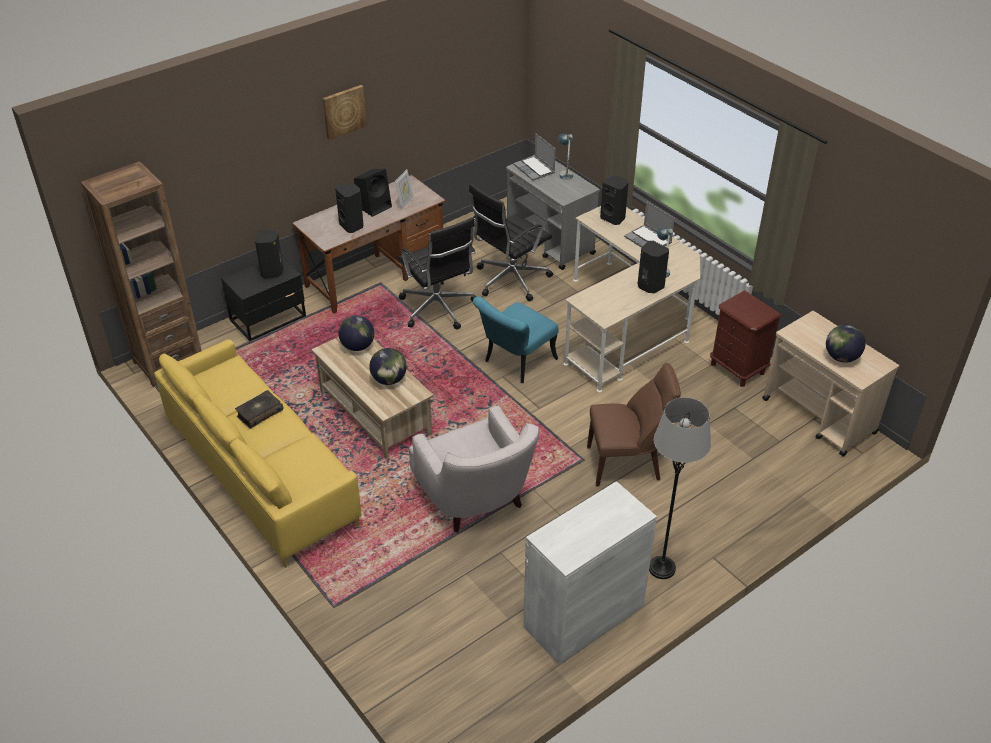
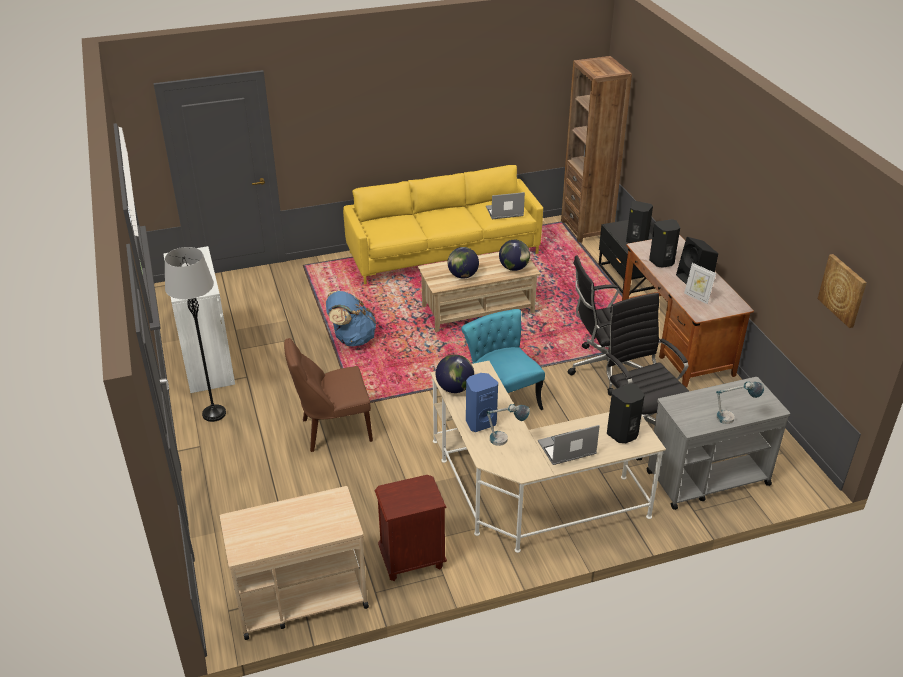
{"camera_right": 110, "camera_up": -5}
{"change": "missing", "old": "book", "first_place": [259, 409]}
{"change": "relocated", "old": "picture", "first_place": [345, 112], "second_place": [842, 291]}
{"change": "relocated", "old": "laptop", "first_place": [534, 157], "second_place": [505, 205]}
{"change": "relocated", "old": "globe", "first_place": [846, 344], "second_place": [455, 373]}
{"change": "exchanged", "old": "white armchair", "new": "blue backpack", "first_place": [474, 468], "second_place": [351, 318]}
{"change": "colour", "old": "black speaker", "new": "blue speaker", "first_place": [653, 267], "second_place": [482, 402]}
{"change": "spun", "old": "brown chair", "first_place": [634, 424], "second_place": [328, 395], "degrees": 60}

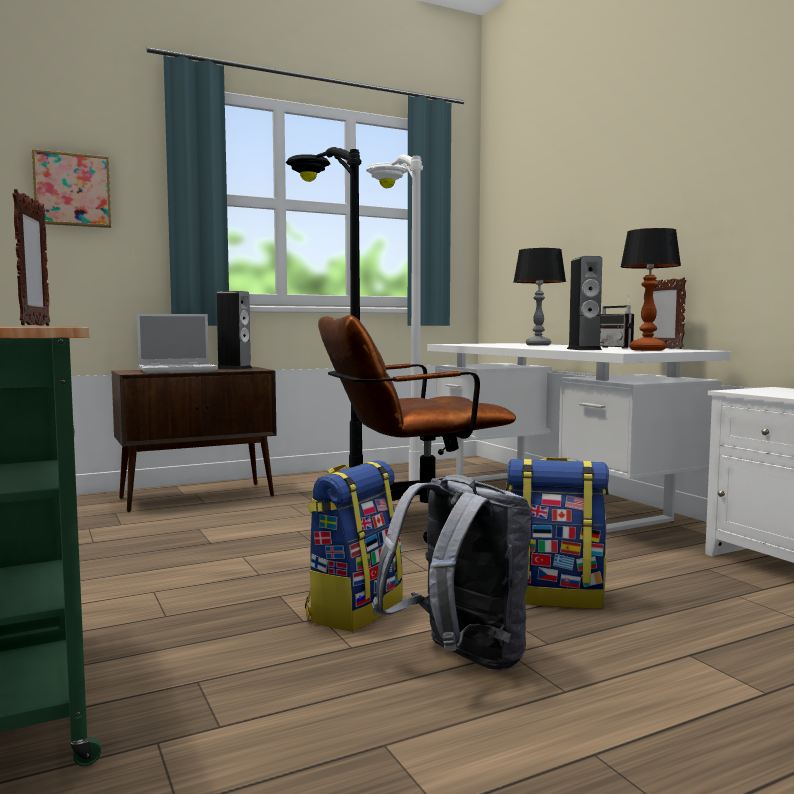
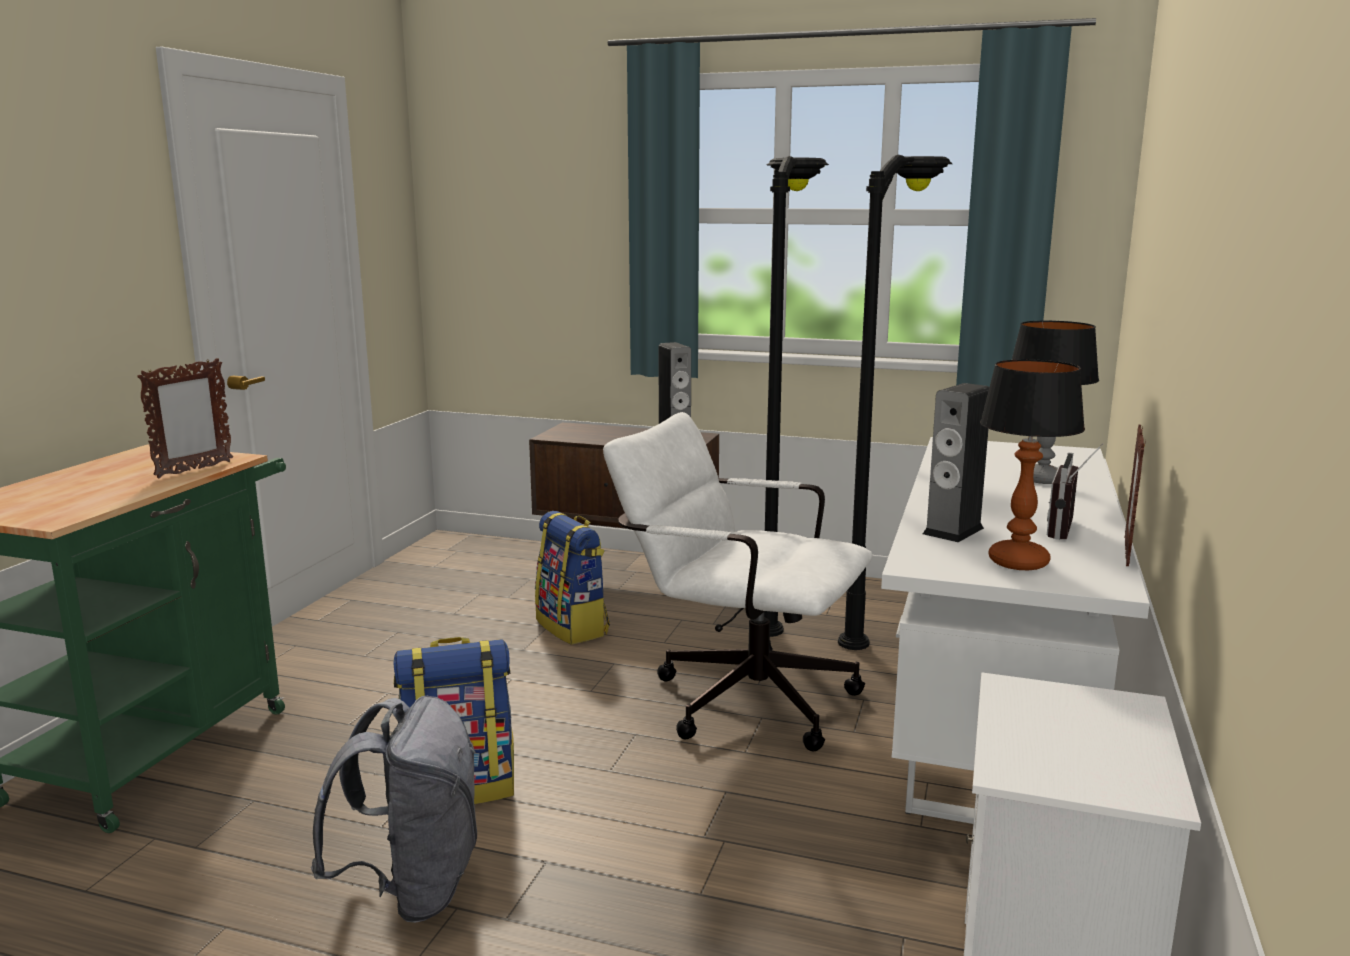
{"camera_right": 45, "camera_up": 10}
{"change": "missing", "old": "picture", "first_place": [71, 188]}
{"change": "missing", "old": "laptop", "first_place": [177, 343]}
{"change": "relocated", "old": "backpack", "first_place": [557, 533], "second_place": [572, 578]}
{"change": "colour", "old": "brown office chair", "new": "white office chair", "first_place": [417, 429], "second_place": [738, 581]}
{"change": "colour", "old": "white floor lamp", "new": "black floor lamp", "first_place": [394, 317], "second_place": [895, 402]}

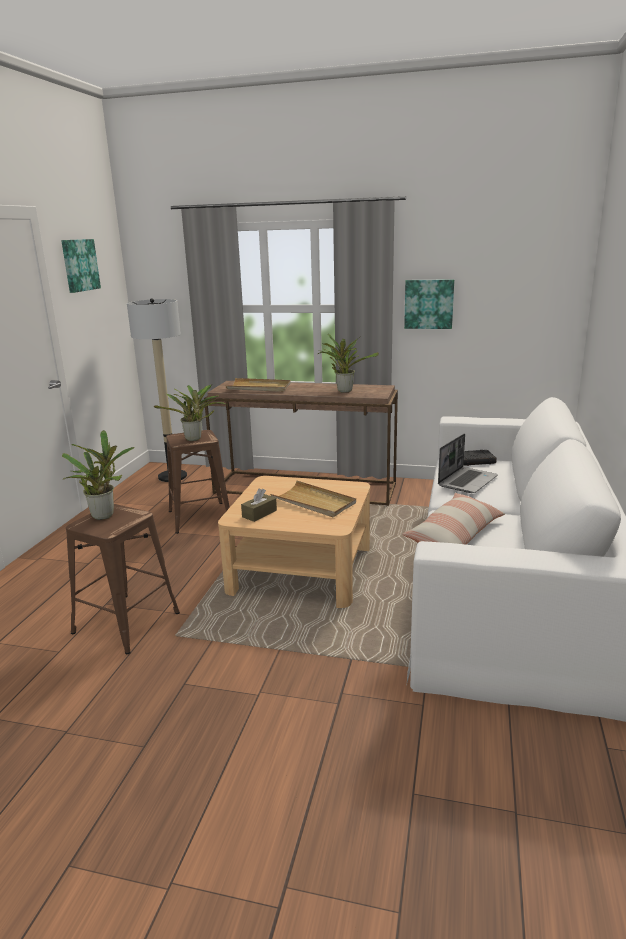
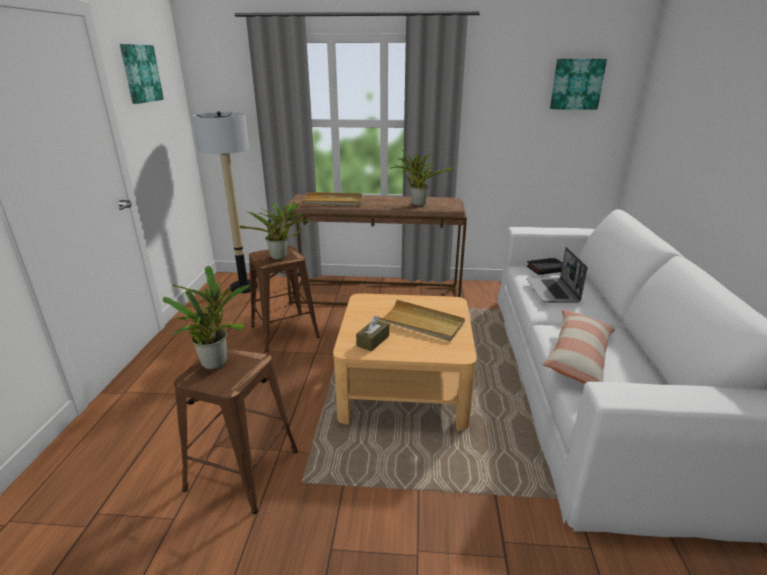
{"camera_right": -10, "camera_up": 5}
{"change": "relocated", "old": "picture", "first_place": [429, 304], "second_place": [578, 84]}
{"change": "spun", "old": "laptop", "first_place": [468, 463], "second_place": [557, 275], "degrees": 150}

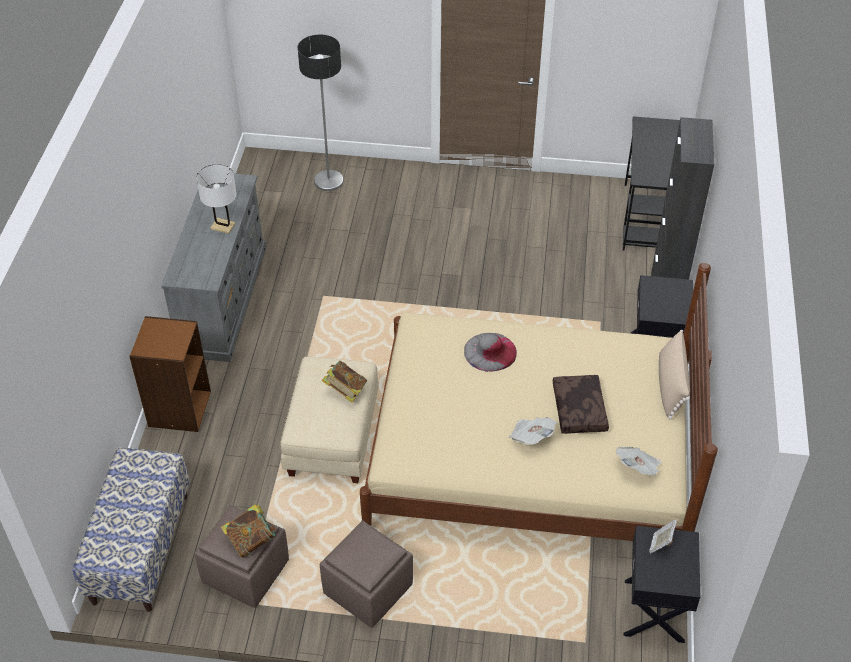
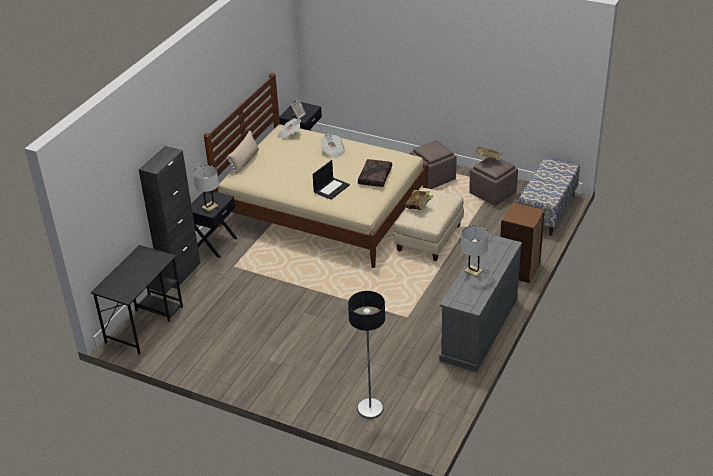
{"camera_right": -160, "camera_up": -10}
{"change": "appeared", "new": "white table lamp", "second_place": [206, 188]}
{"change": "relocated", "old": "brown pillow", "first_place": [581, 404], "second_place": [375, 173]}
{"change": "exchanged", "old": "grey hat", "new": "laptop", "first_place": [490, 352], "second_place": [331, 180]}

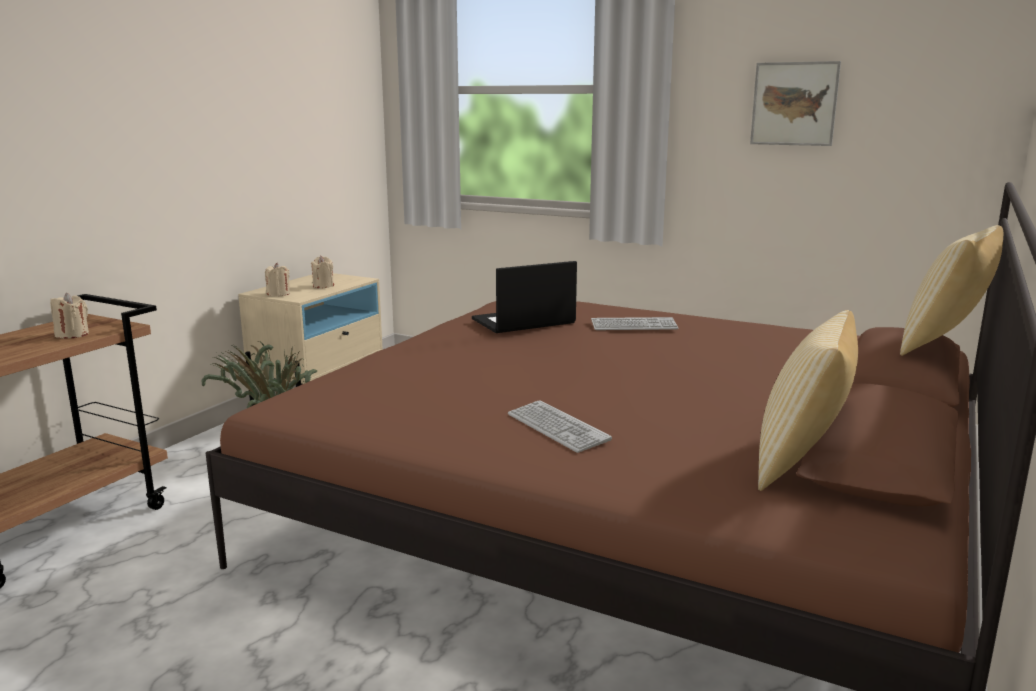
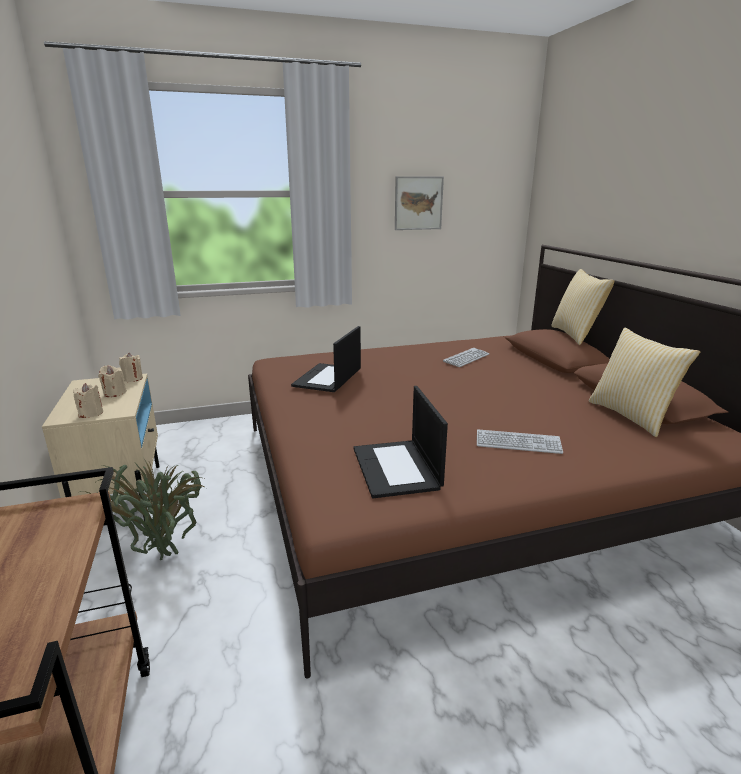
{"camera_right": -45, "camera_up": 5}
{"change": "appeared", "new": "laptop", "second_place": [400, 442]}
{"change": "relocated", "old": "beige candle", "first_place": [69, 315], "second_place": [131, 367]}
{"change": "relocated", "old": "keyboard", "first_place": [634, 323], "second_place": [466, 357]}

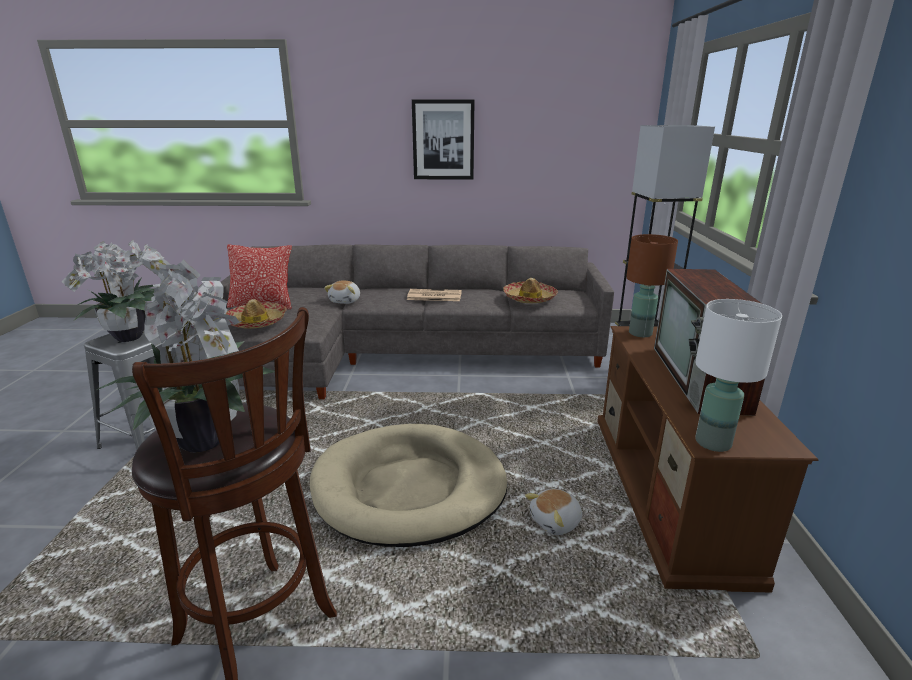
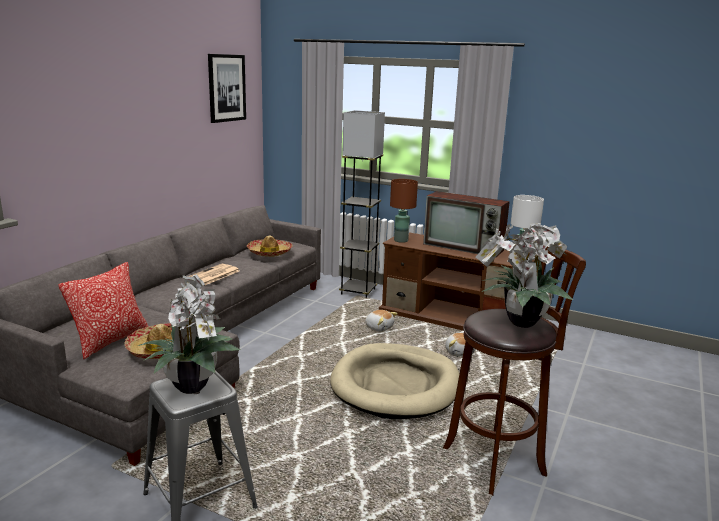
{"camera_right": -65, "camera_up": -5}
{"change": "relocated", "old": "plush toy", "first_place": [342, 292], "second_place": [381, 321]}
{"change": "relocated", "old": "picture", "first_place": [443, 140], "second_place": [227, 88]}

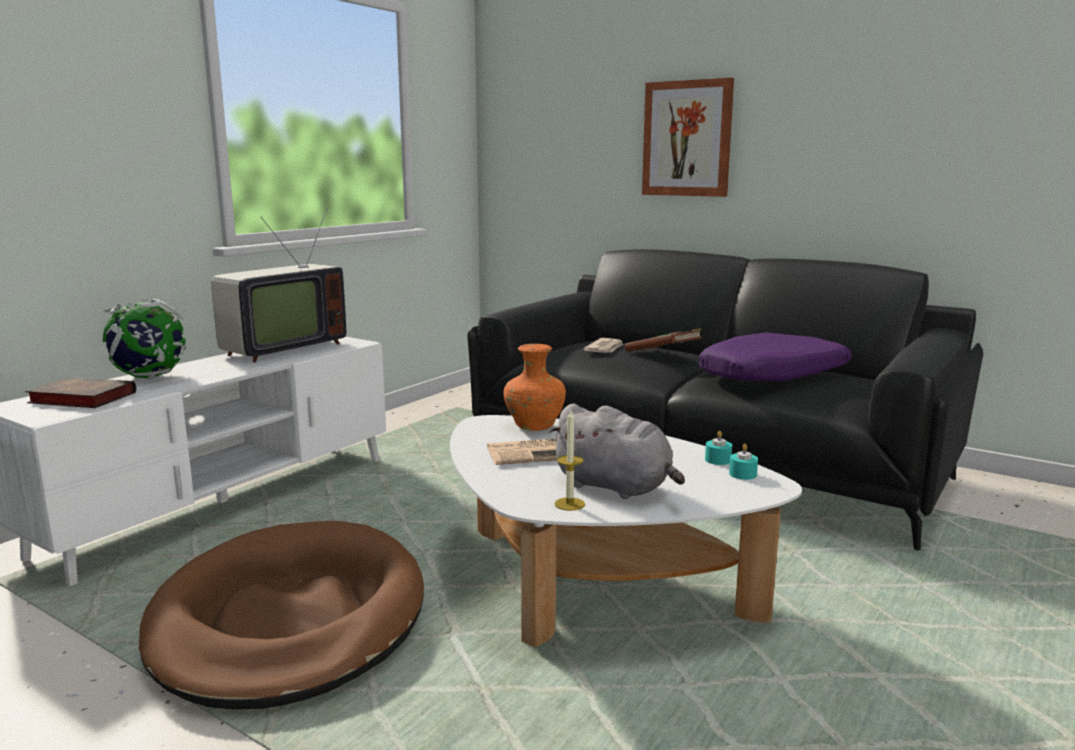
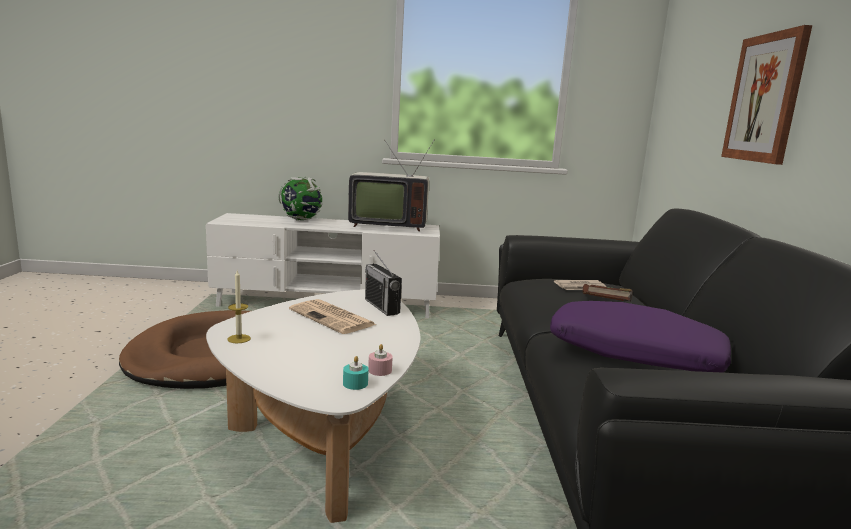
{"camera_right": 55, "camera_up": 0}
{"change": "missing", "old": "book", "first_place": [80, 392]}
{"change": "missing", "old": "grey plush toy", "first_place": [617, 451]}
{"change": "exchanged", "old": "orange vase", "new": "radio", "first_place": [535, 387], "second_place": [383, 283]}
{"change": "colour", "old": "turquoise candle", "new": "pink candle", "first_place": [718, 448], "second_place": [380, 360]}

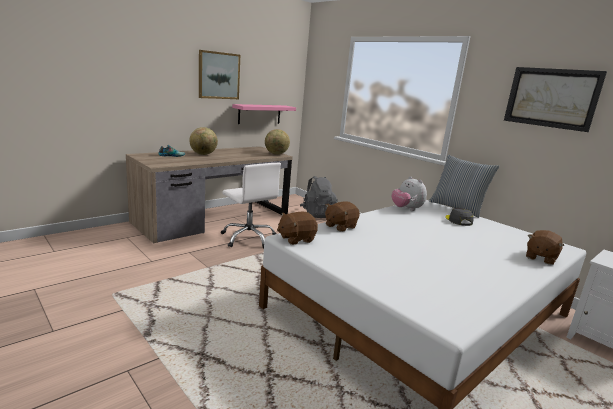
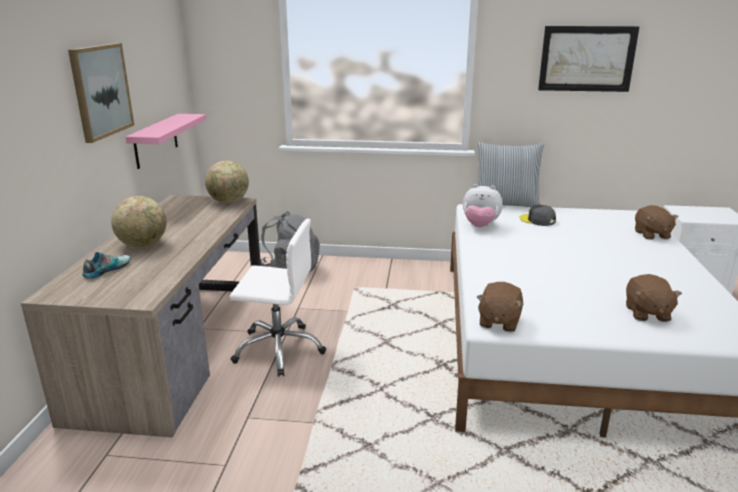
{"camera_right": -40, "camera_up": 5}
{"change": "relocated", "old": "brown plush toy", "first_place": [342, 216], "second_place": [654, 298]}

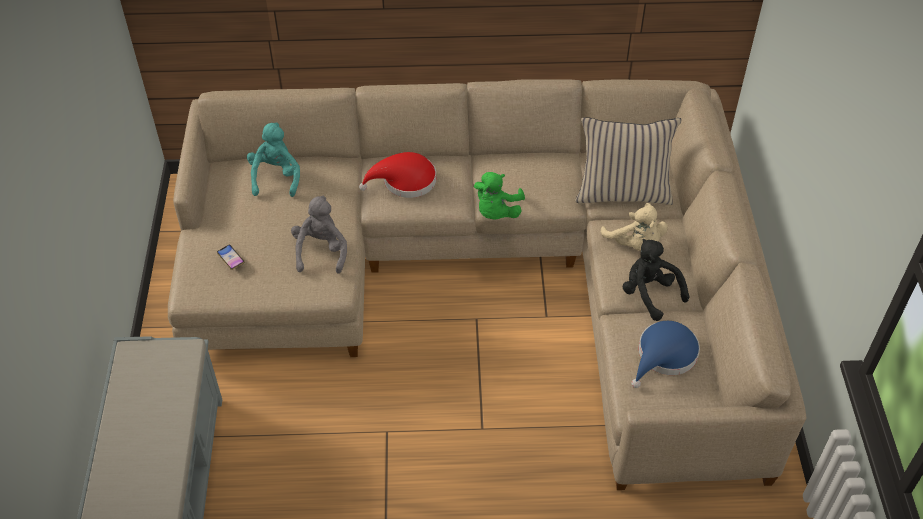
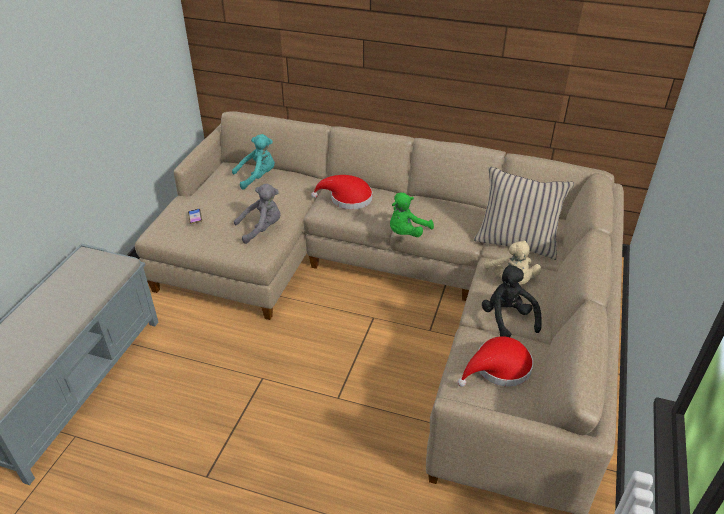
{"camera_right": 20, "camera_up": -10}
{"change": "colour", "old": "blue hat", "new": "red hat", "first_place": [665, 354], "second_place": [495, 361]}
{"change": "spun", "old": "turquoise plush toy", "first_place": [273, 159], "second_place": [253, 161], "degrees": 45}
{"change": "spun", "old": "grey plush toy", "first_place": [319, 235], "second_place": [257, 214], "degrees": 45}

